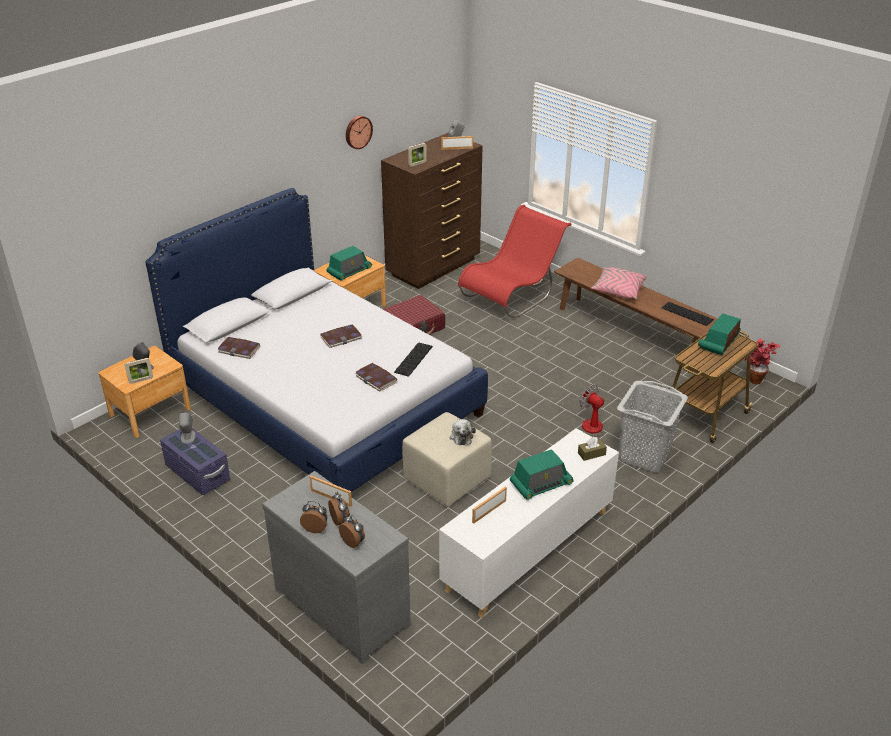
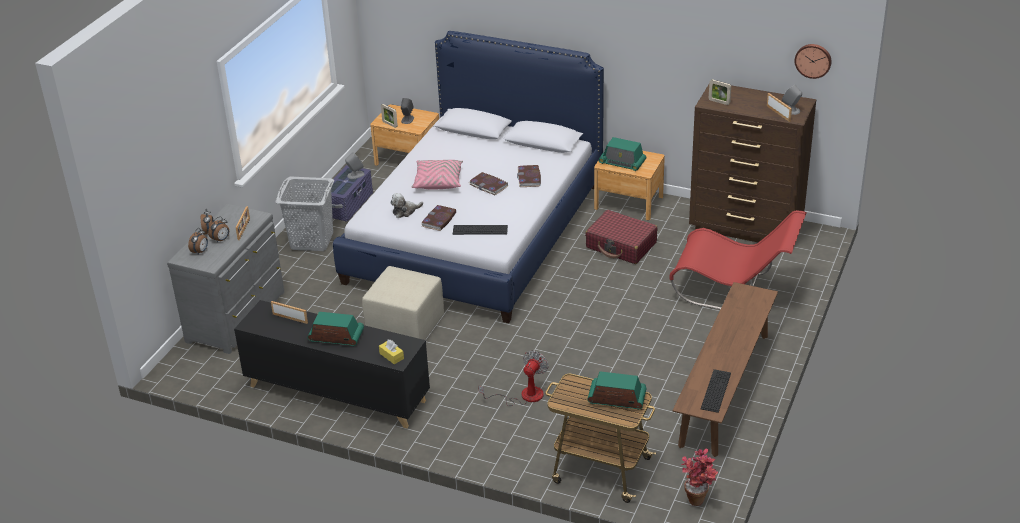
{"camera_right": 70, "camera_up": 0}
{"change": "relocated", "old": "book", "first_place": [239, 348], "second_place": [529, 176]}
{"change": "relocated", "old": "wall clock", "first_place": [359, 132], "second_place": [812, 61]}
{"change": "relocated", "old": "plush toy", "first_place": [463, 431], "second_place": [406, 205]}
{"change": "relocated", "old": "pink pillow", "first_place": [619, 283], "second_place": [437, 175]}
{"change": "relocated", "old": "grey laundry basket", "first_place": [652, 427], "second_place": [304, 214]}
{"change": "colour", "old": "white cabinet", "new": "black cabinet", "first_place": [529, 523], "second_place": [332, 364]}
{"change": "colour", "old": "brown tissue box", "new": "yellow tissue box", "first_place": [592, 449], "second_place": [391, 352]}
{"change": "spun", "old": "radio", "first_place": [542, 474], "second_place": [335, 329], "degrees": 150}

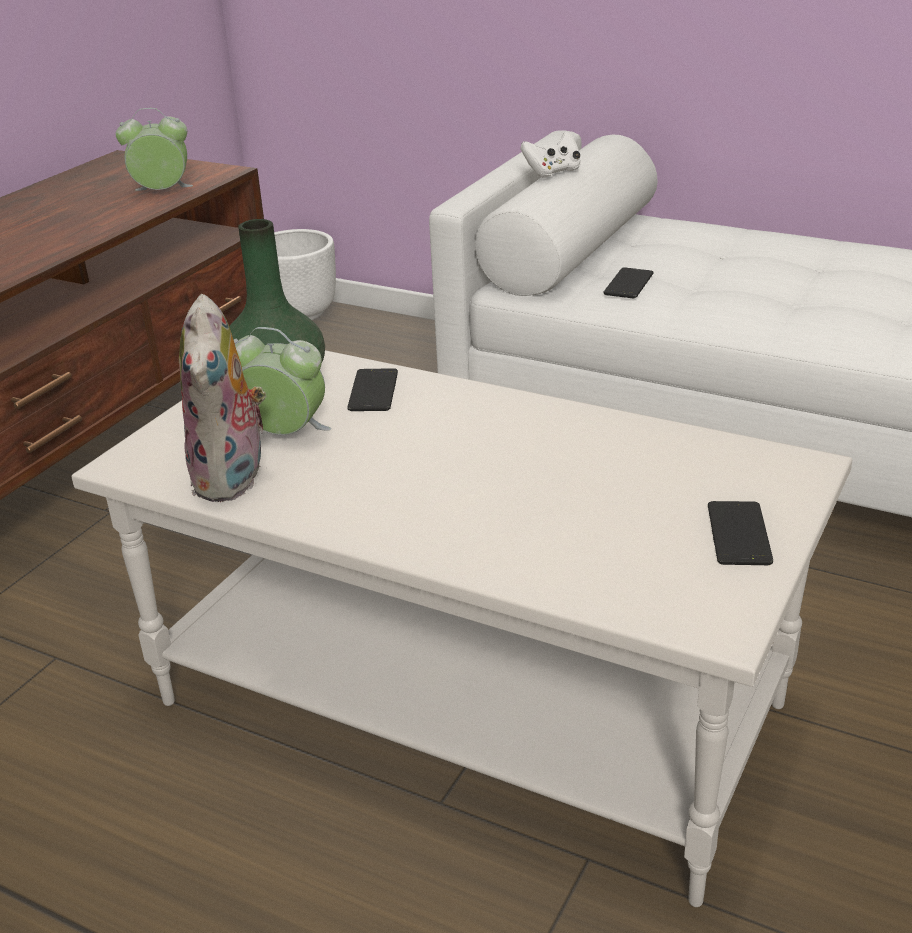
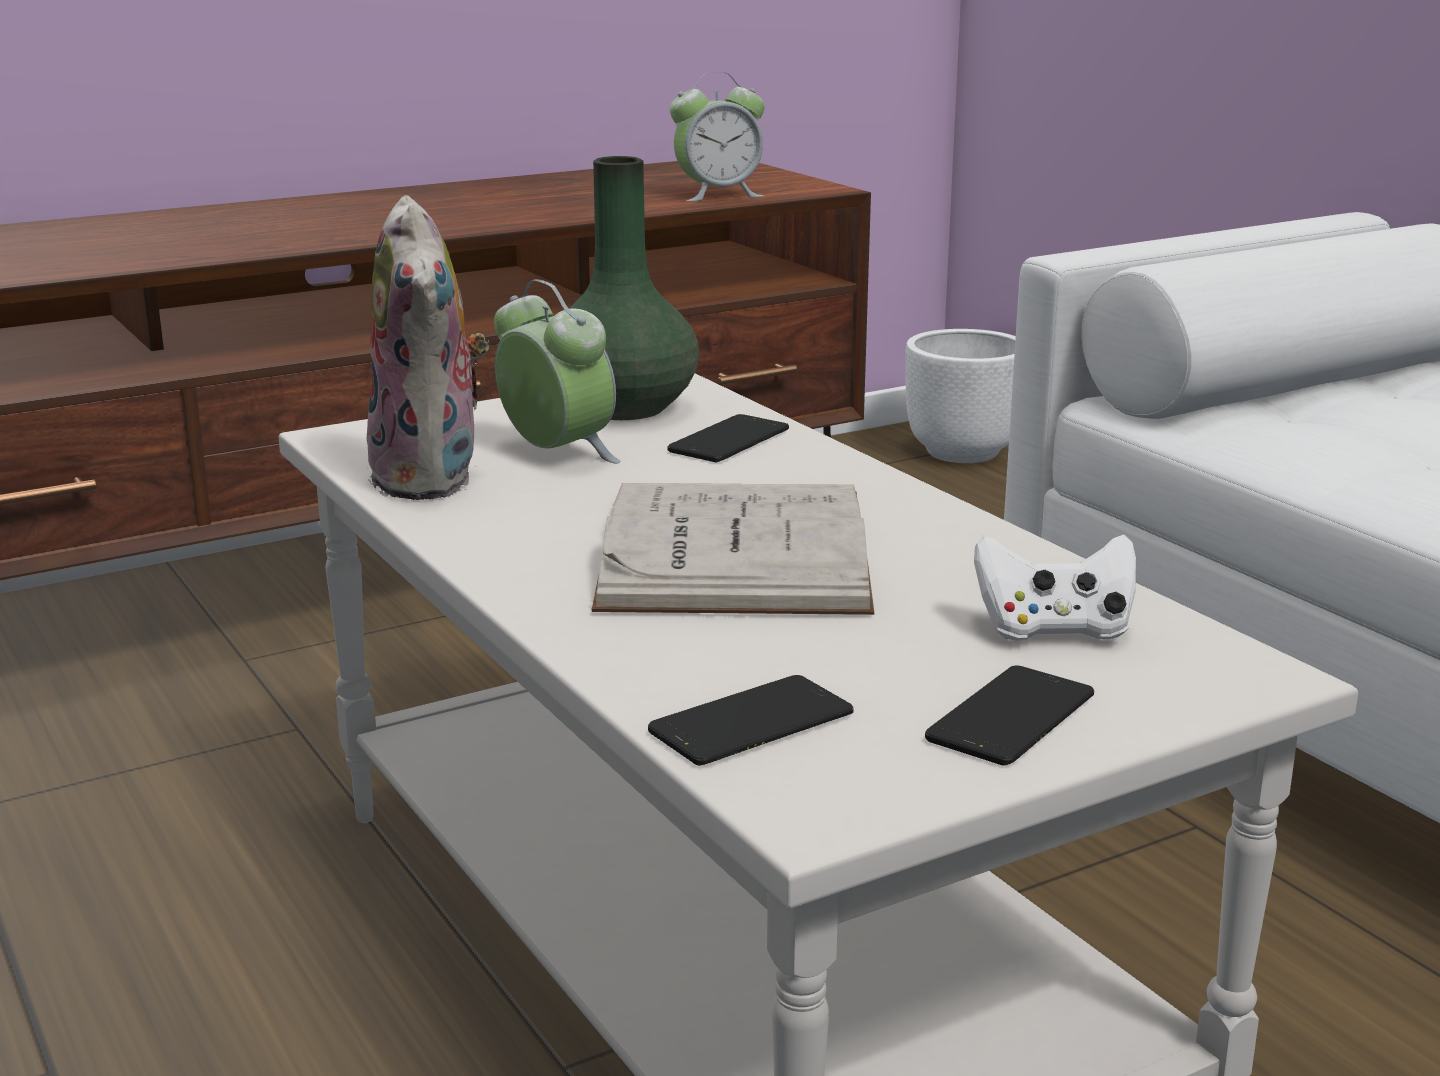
{"camera_right": 30, "camera_up": -10}
{"change": "appeared", "new": "white book", "second_place": [733, 549]}
{"change": "relocated", "old": "white game controller", "first_place": [550, 154], "second_place": [1055, 587]}
{"change": "relocated", "old": "phone", "first_place": [628, 282], "second_place": [750, 720]}
{"change": "spun", "old": "alarm clock", "first_place": [154, 149], "second_place": [717, 137], "degrees": 135}
{"change": "spun", "old": "plush toy", "first_place": [222, 398], "second_place": [428, 347], "degrees": -45}

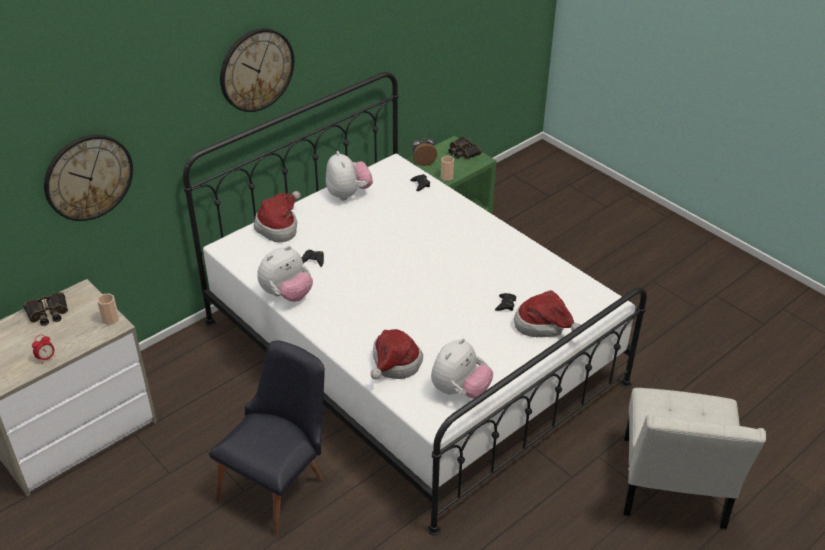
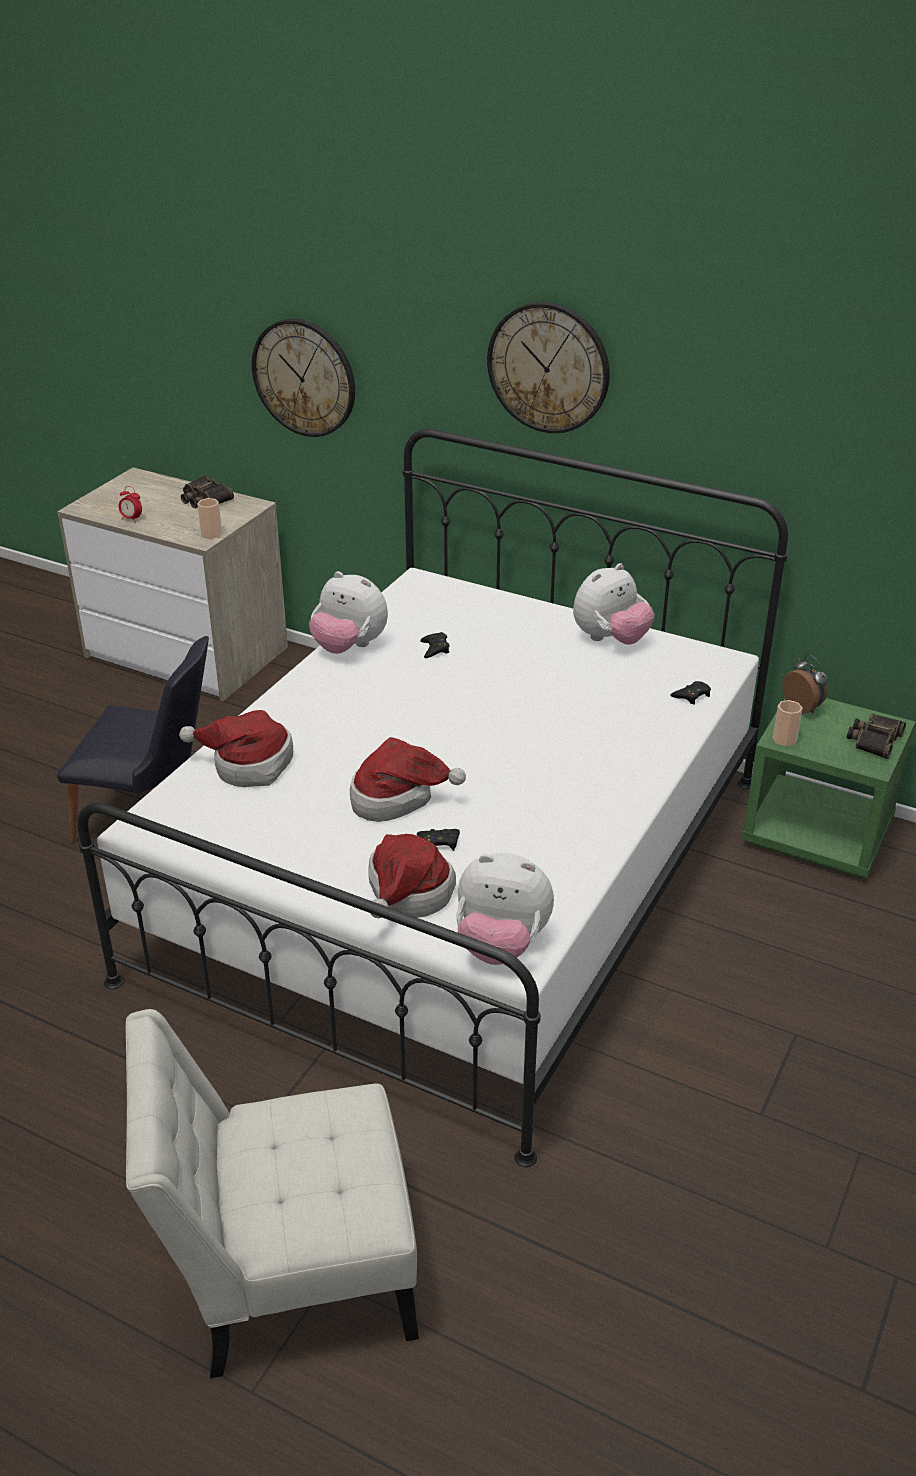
{"camera_right": 70, "camera_up": -5}
{"change": "relocated", "old": "hat", "first_place": [277, 216], "second_place": [408, 779]}
{"change": "relocated", "old": "plush toy", "first_place": [462, 368], "second_place": [505, 909]}

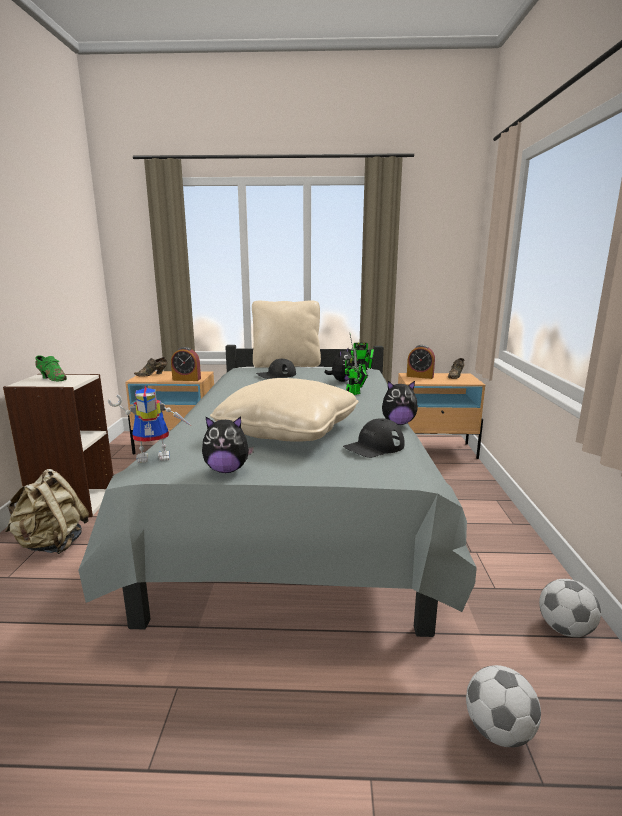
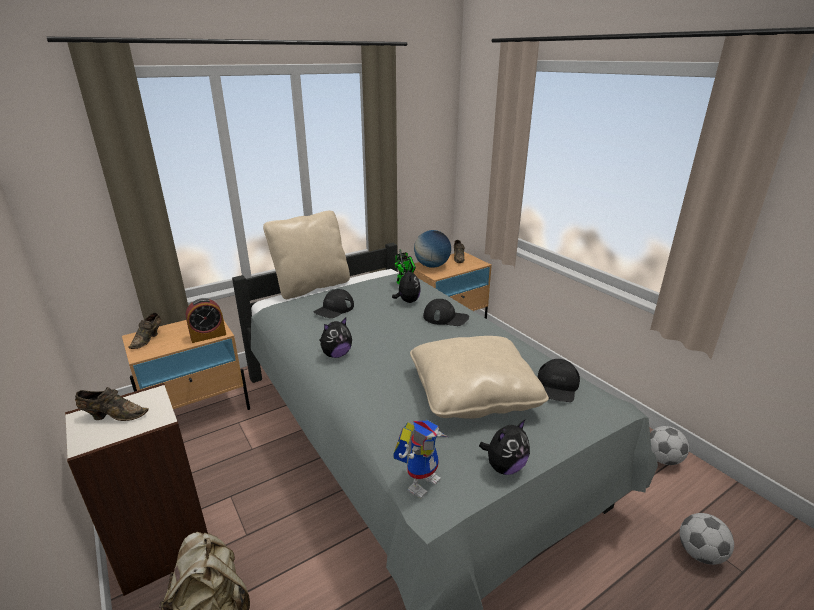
{"camera_right": -35, "camera_up": 10}
{"change": "relocated", "old": "plush toy", "first_place": [400, 403], "second_place": [335, 338]}
{"change": "exchanged", "old": "toy robot", "new": "black cap", "first_place": [356, 371], "second_place": [446, 312]}
{"change": "exchanged", "old": "alarm clock", "new": "globe", "first_place": [421, 362], "second_place": [432, 249]}
{"change": "colour", "old": "green shoe", "new": "brown shoe", "first_place": [51, 368], "second_place": [112, 404]}

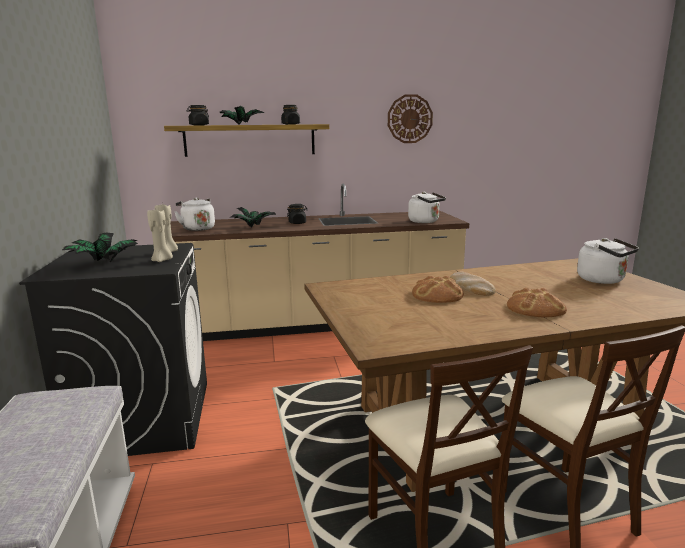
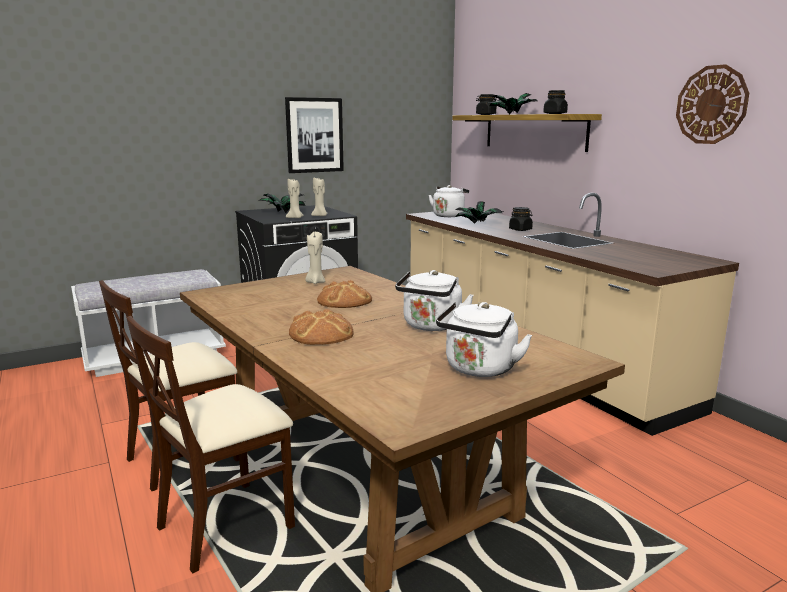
{"camera_right": 70, "camera_up": 0}
{"change": "missing", "old": "bread", "first_place": [473, 284]}
{"change": "appeared", "new": "picture", "second_place": [314, 135]}
{"change": "appeared", "new": "beige candle", "second_place": [315, 258]}
{"change": "relocated", "old": "white kettle", "first_place": [427, 207], "second_place": [434, 300]}

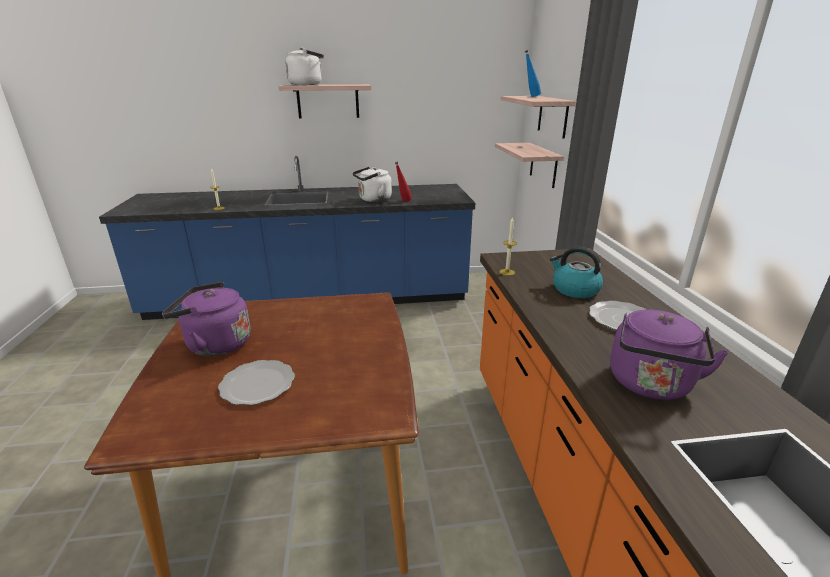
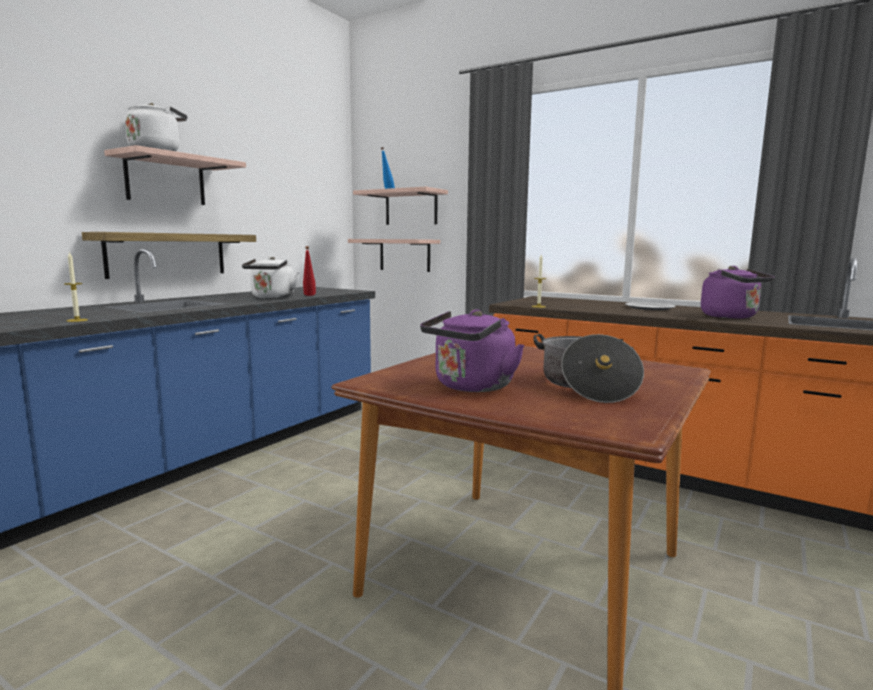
{"camera_right": -50, "camera_up": -15}
{"change": "missing", "old": "kettle", "first_place": [576, 272]}
{"change": "appeared", "new": "shelf", "second_place": [169, 255]}
{"change": "exchanged", "old": "plate", "new": "cooking pot", "first_place": [256, 382], "second_place": [588, 368]}

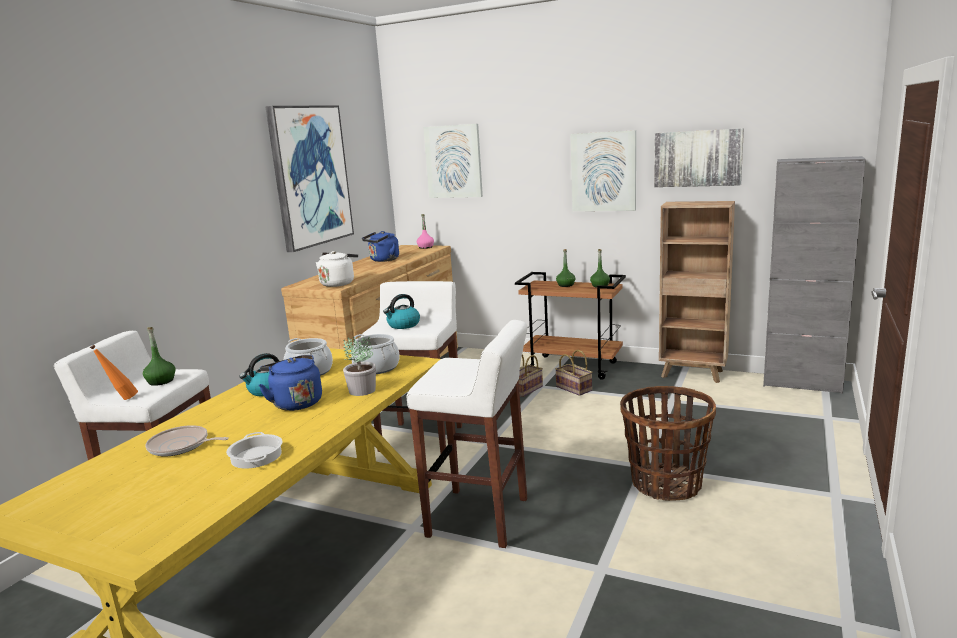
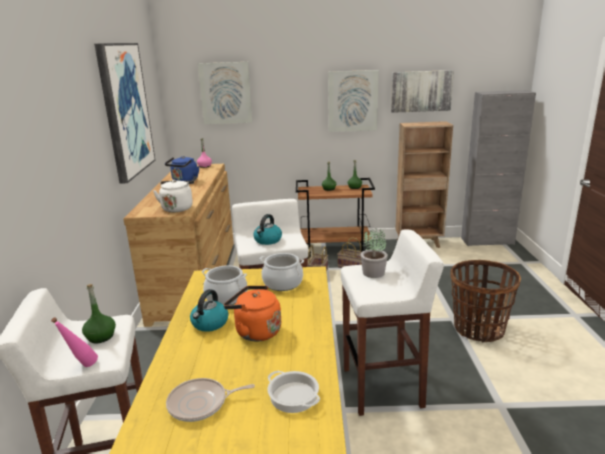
{"camera_right": -25, "camera_up": 5}
{"change": "relocated", "old": "potted plant", "first_place": [359, 366], "second_place": [374, 253]}
{"change": "colour", "old": "orange bottle", "new": "pink bottle", "first_place": [114, 372], "second_place": [74, 342]}
{"change": "colour", "old": "blue kettle", "new": "orange kettle", "first_place": [290, 383], "second_place": [252, 313]}

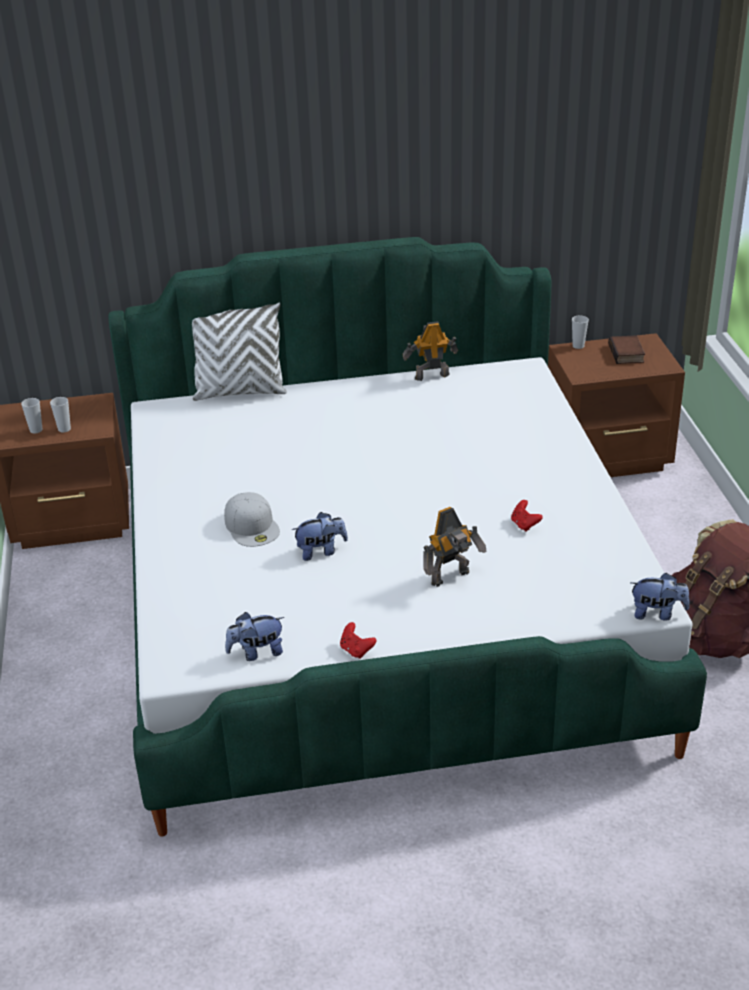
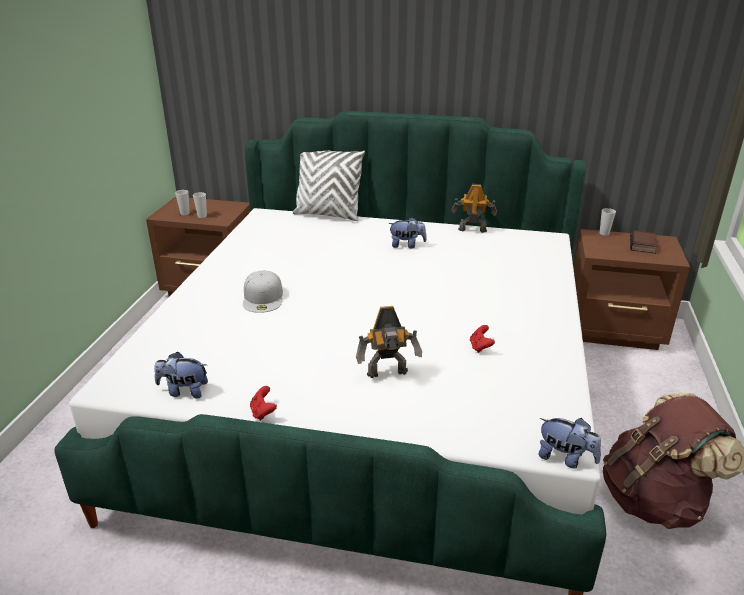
{"camera_right": 20, "camera_up": -5}
{"change": "relocated", "old": "plush toy", "first_place": [320, 536], "second_place": [407, 232]}

